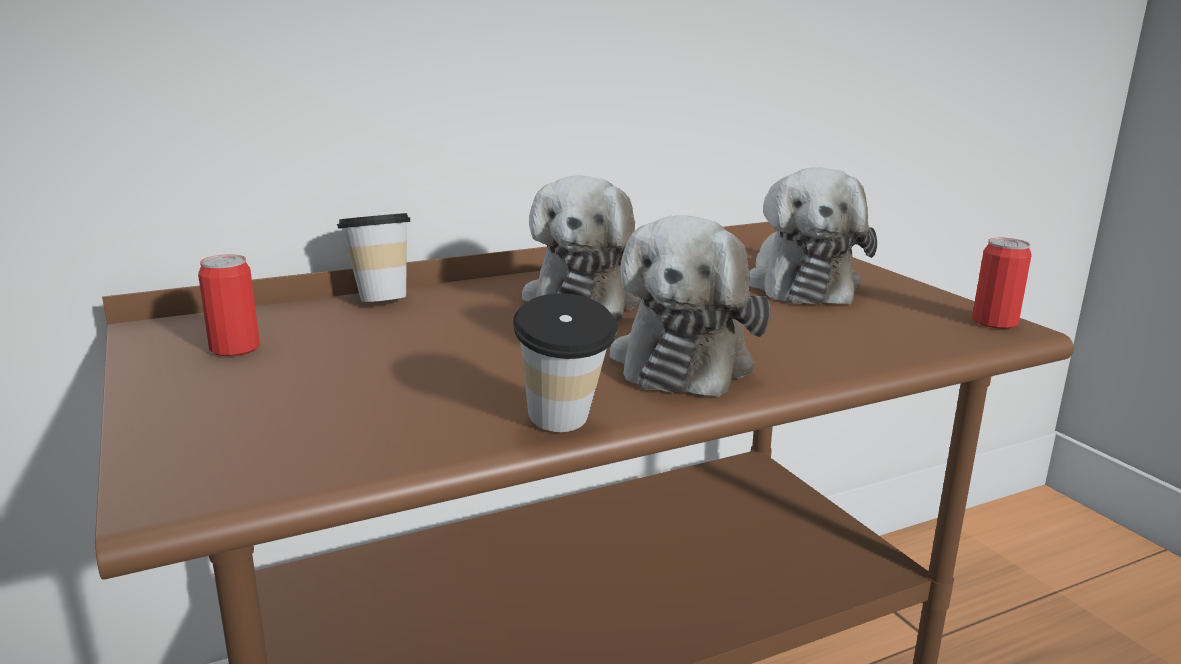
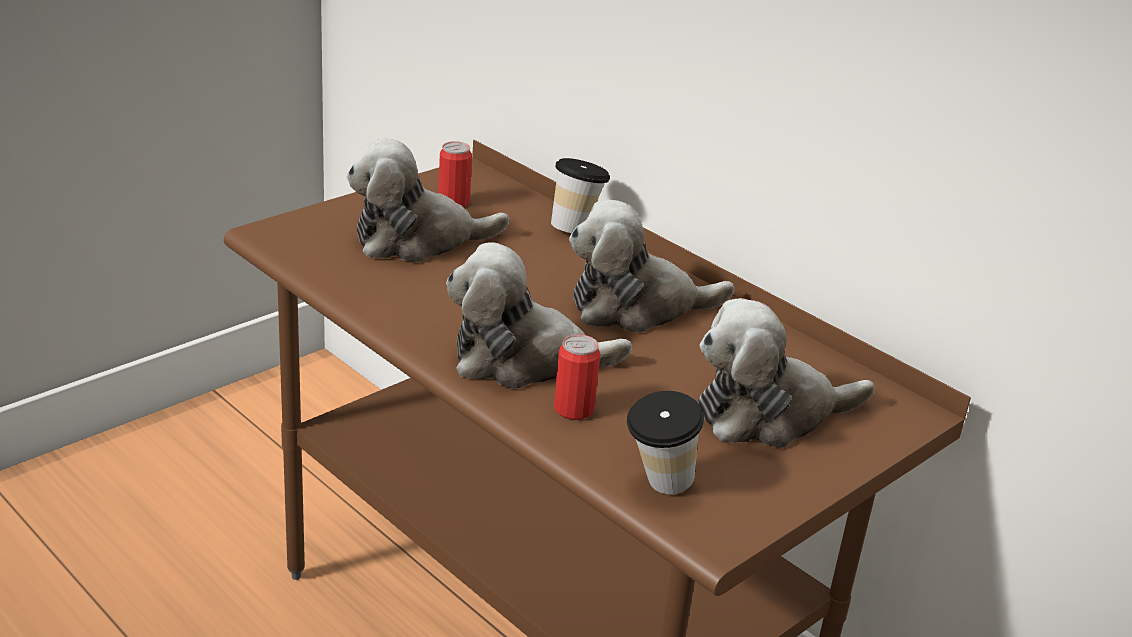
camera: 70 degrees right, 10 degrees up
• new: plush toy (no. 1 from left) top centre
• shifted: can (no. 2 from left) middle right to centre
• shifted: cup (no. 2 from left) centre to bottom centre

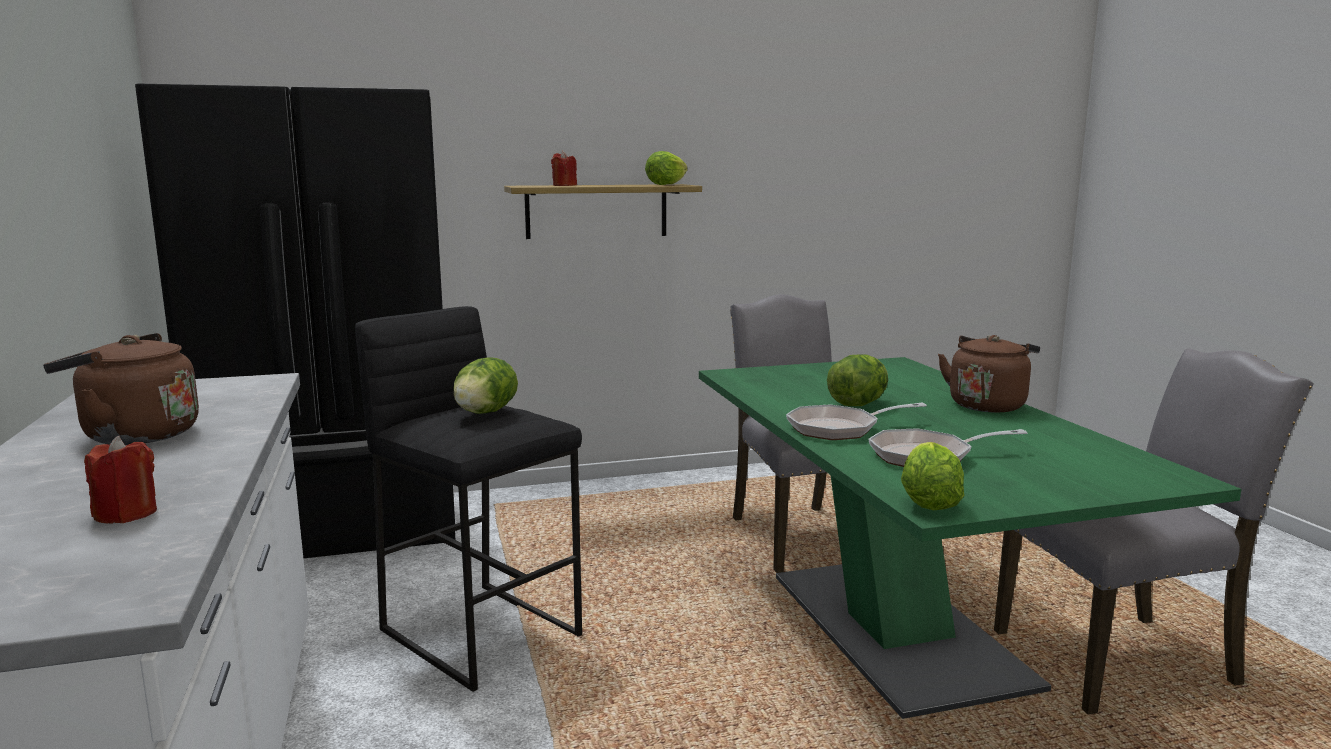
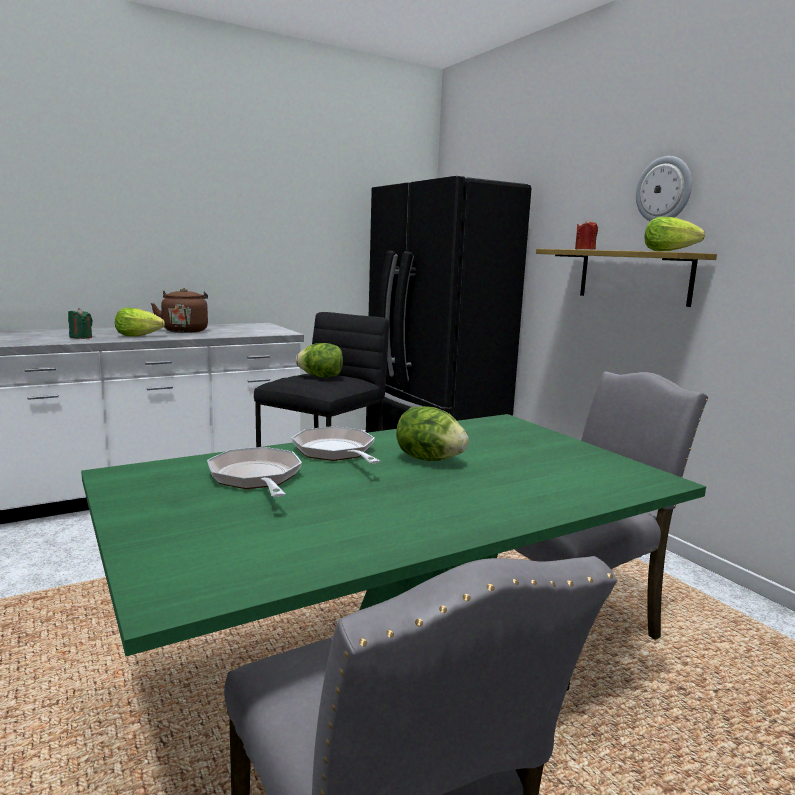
camera: 75 degrees right, 0 degrees up
• repainted: candle in red (no. 1 from left) middle left to candle in green middle left
• shifted: lettuce (no. 4 from left in the first image) middle right to lettuce (no. 1 from left) middle left
• new: wall clock top right
• gone: kettle in brown (no. 2 from left) middle right

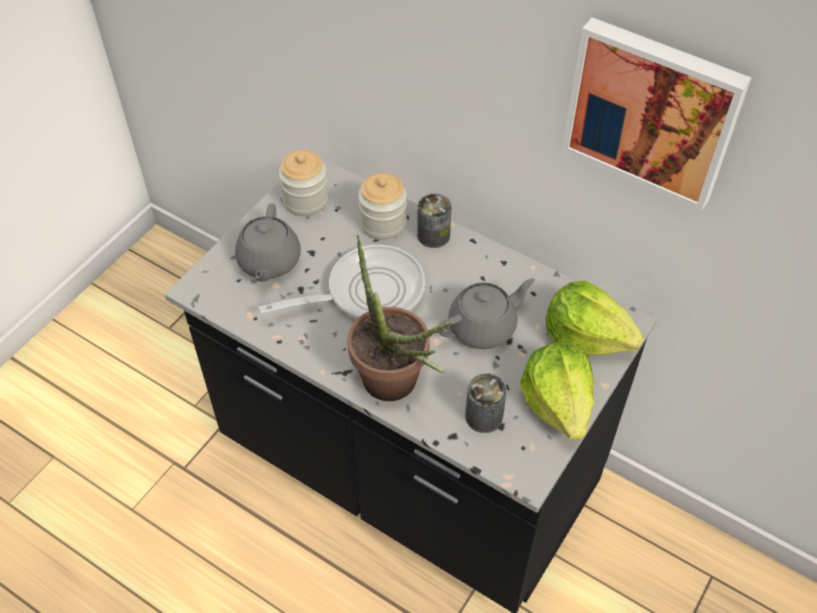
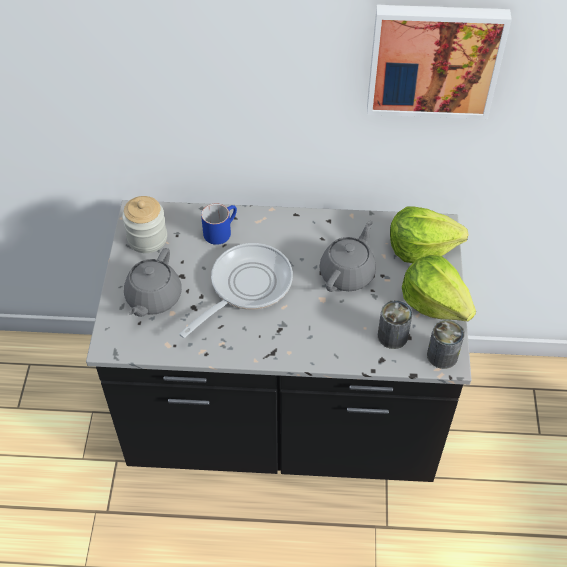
camera: 30 degrees left, 0 degrees up
• rotated: teapot in grey (no. 1 from left) middle left = middle left 45 degrees clockwise
• swapped: jar (no. 2 from left) centre to mug in blue centre
• shifted: can (no. 1 from left in the first image) centre to can (no. 2 from left) middle right
• gone: potted plant centre

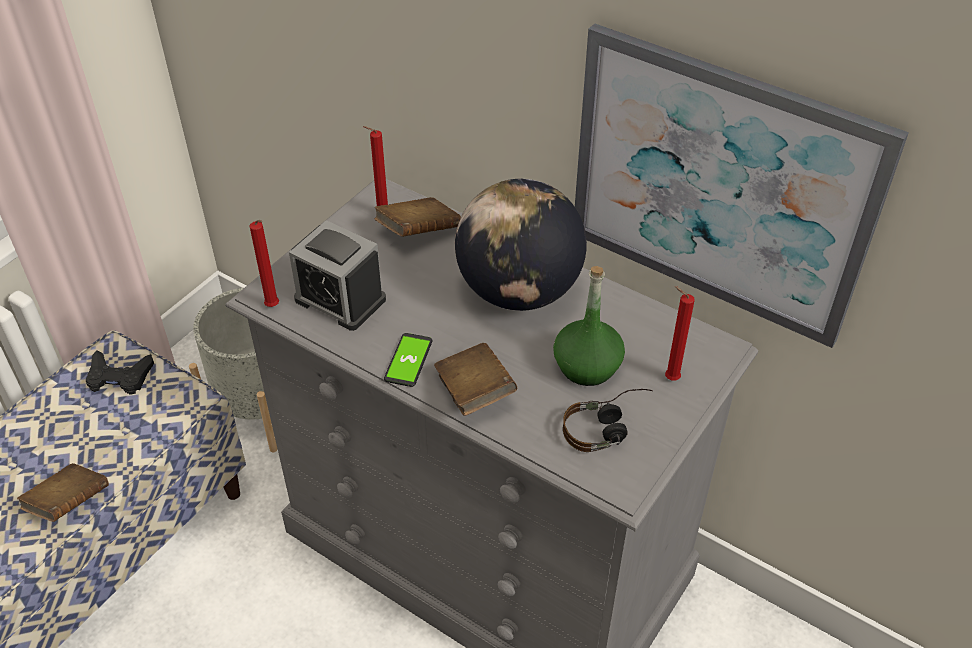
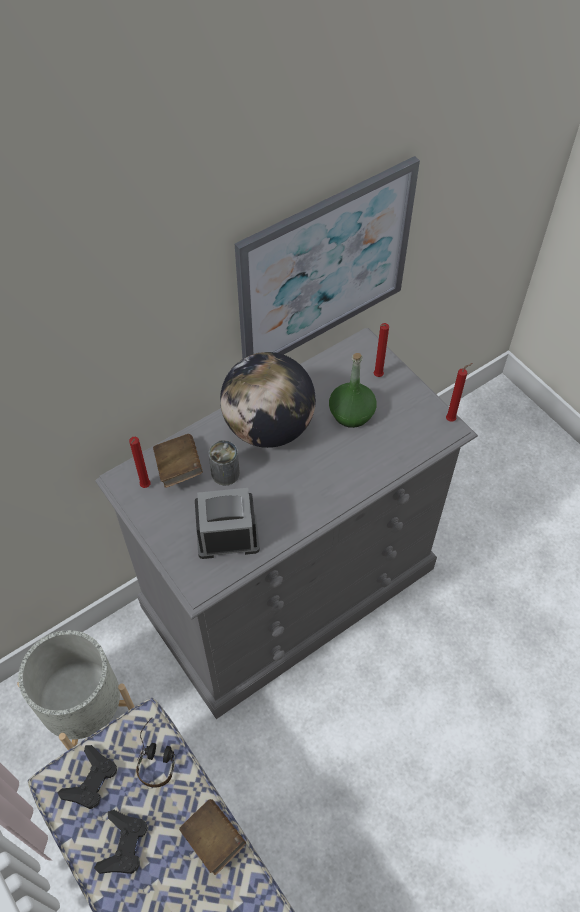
camera: 70 degrees left, 10 degrees up
• new: game controller in black (no. 2 from left) bottom left
• shifted: headphones centre to bottom left
• rotated: alarm clock centre = centre 150 degrees counterclockwise
• new: can centre
• shifted: candle in red (no. 1 from left in the first image) middle left to candle in red (no. 3 from left) middle right
• gone: phone centre
• gone: book in brown (no. 3 from left) centre

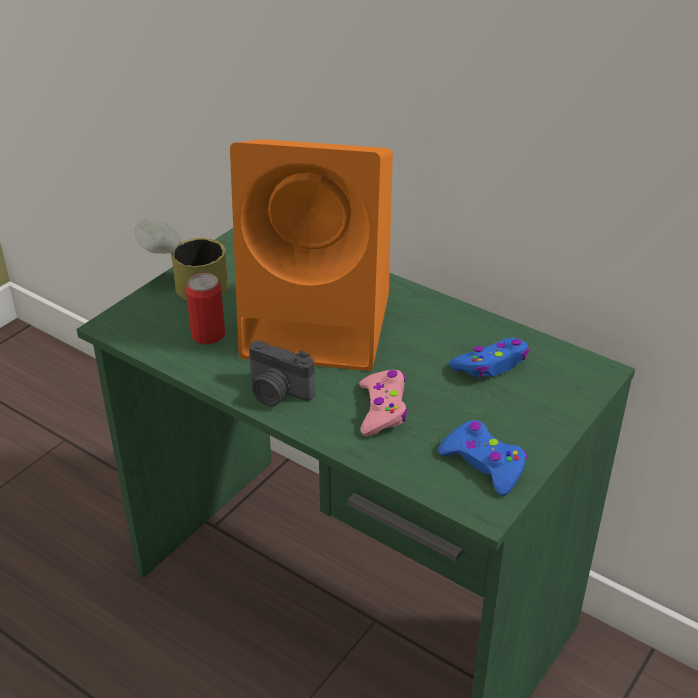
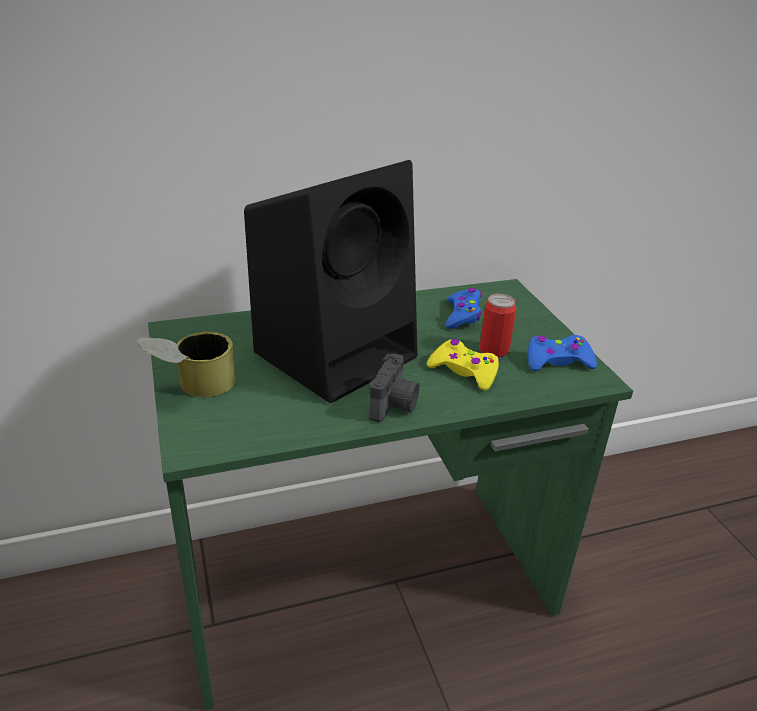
camera: 55 degrees left, 5 degrees down
• repainted: speaker in orange centre to speaker in black centre
• rotated: photo camera centre = centre 45 degrees counterclockwise
• repainted: game controller in pink centre to game controller in yellow centre
• shifted: can (no. 2 from left) middle left to centre

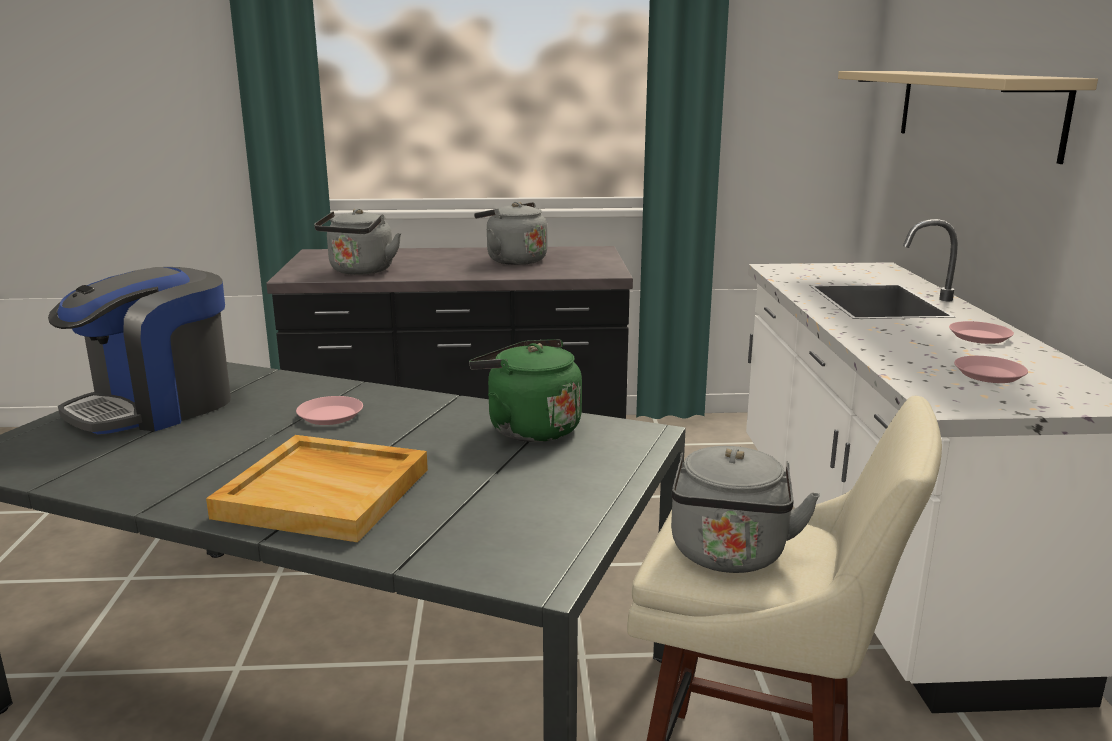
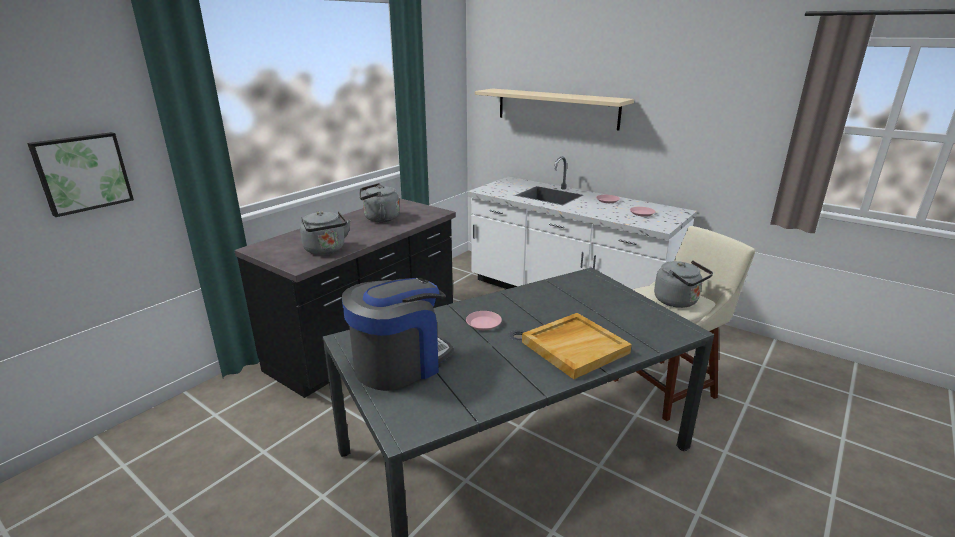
camera: 50 degrees left, 5 degrees up
• new: picture top left
• rotated: coffee machine middle left = centre 120 degrees counterclockwise
• gone: kettle in green centre

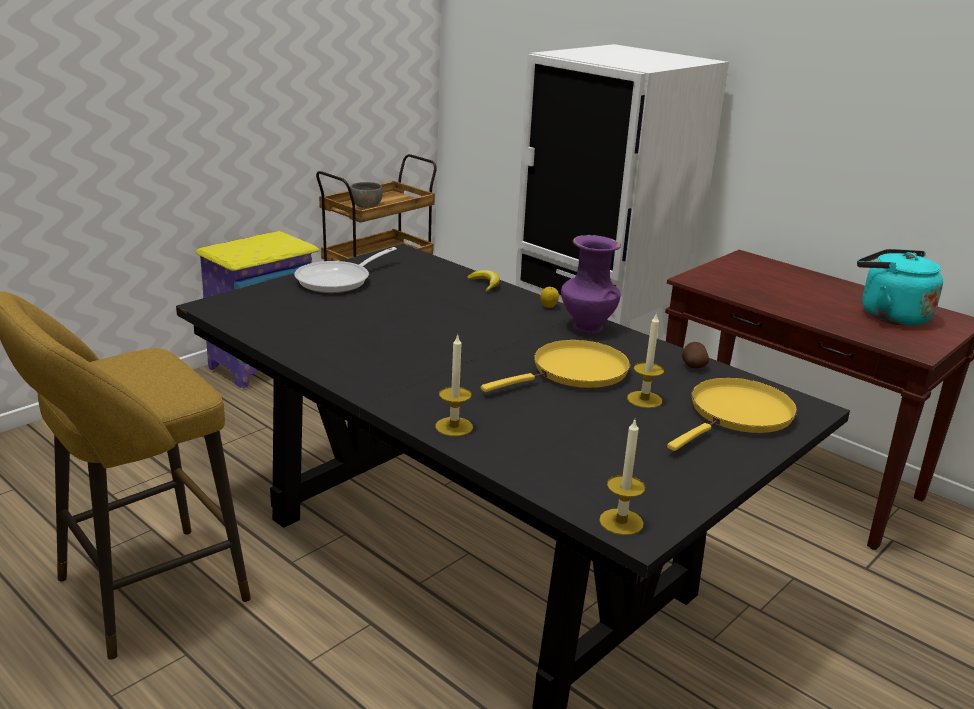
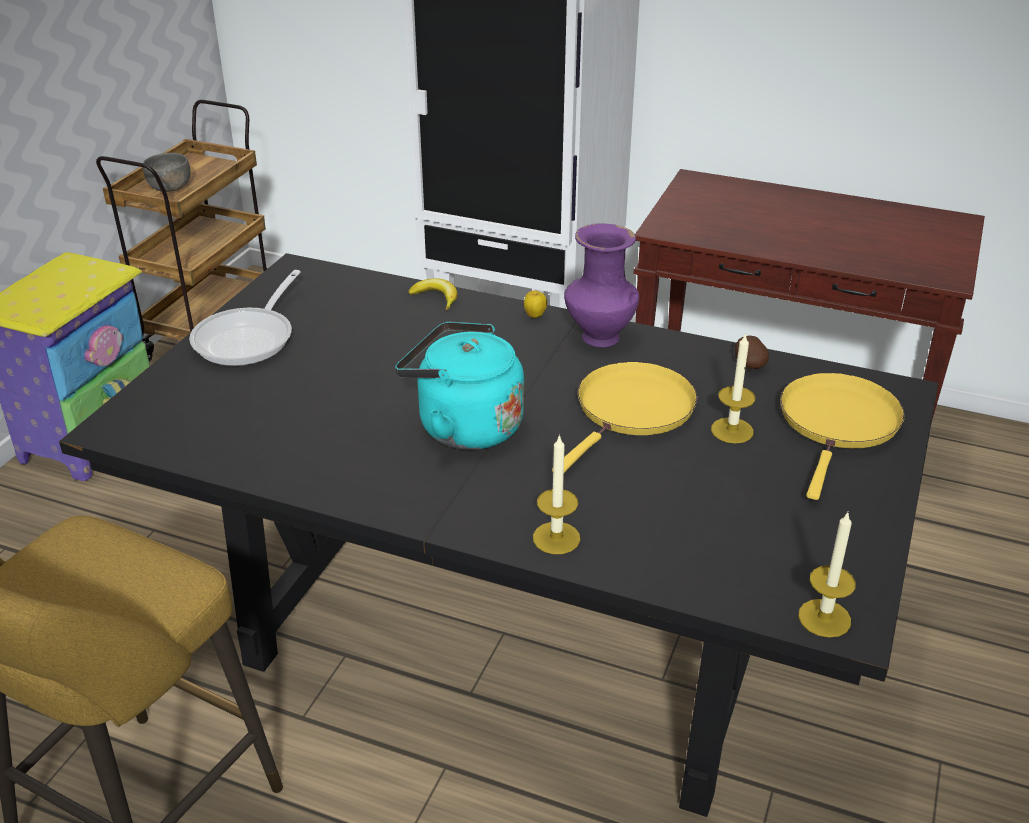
camera: 20 degrees left, 10 degrees up
• shifted: kettle in turquoise middle right to centre

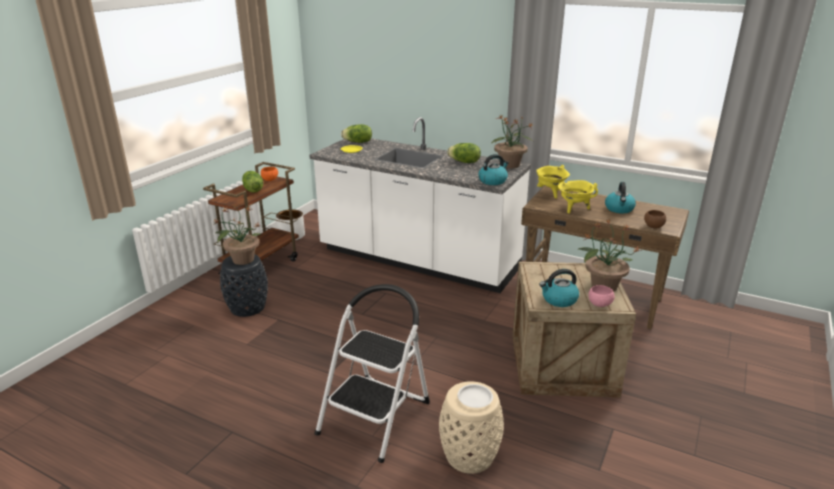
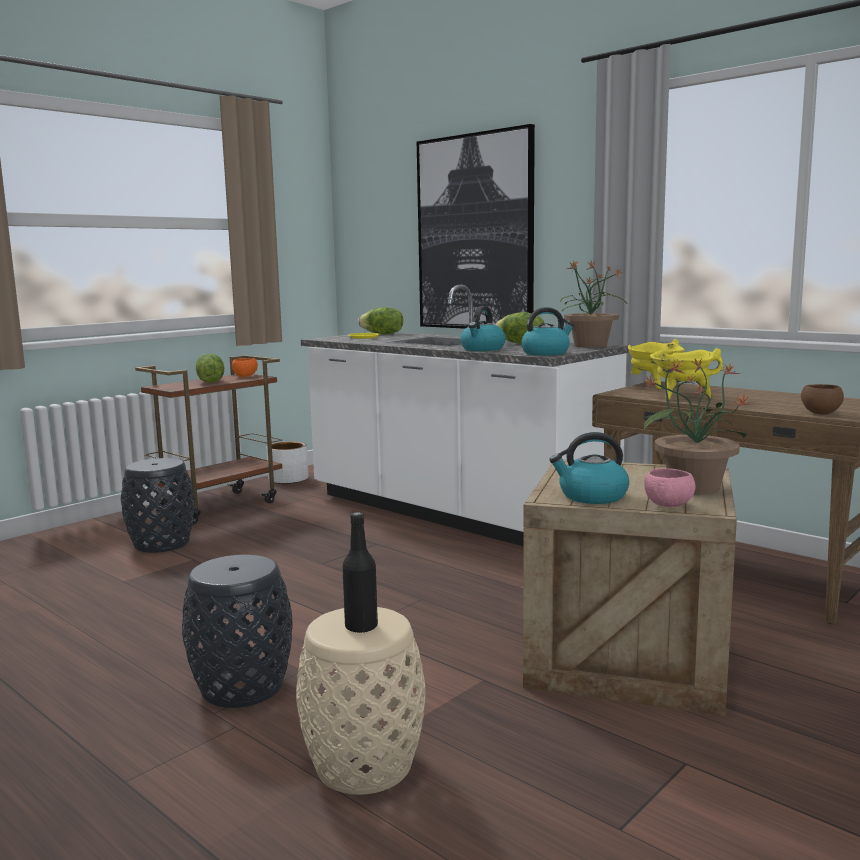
camera: 15 degrees right, 15 degrees down
• swapped: step ladder bottom centre to stool in black (no. 2 from left) bottom left
• swapped: plate in white bottom centre to bottle in black centre
• new: picture top centre
• shifted: kettle (no. 3 from left in the first image) middle right to kettle (no. 1 from left) centre
• gone: potted plant (no. 1 from left) middle left

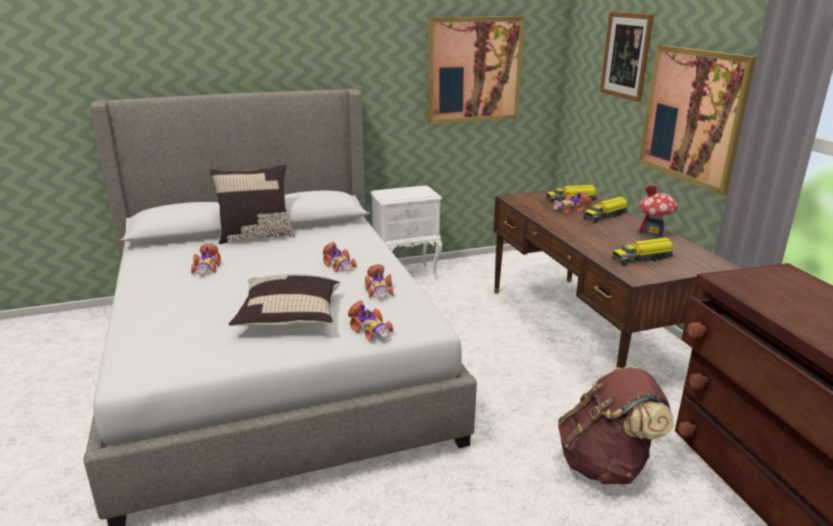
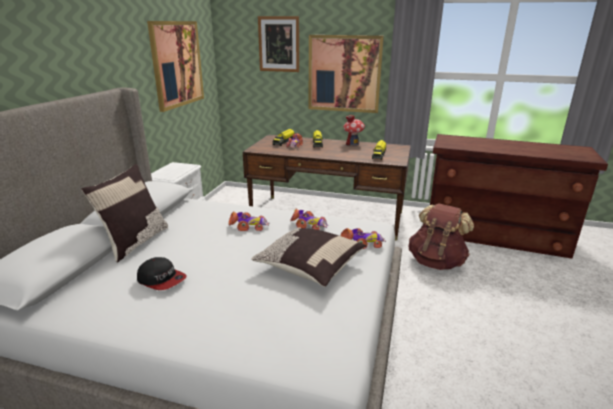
camera: 55 degrees left, 0 degrees up
• swapped: toy car (no. 1 from left) middle left to cap bottom left

